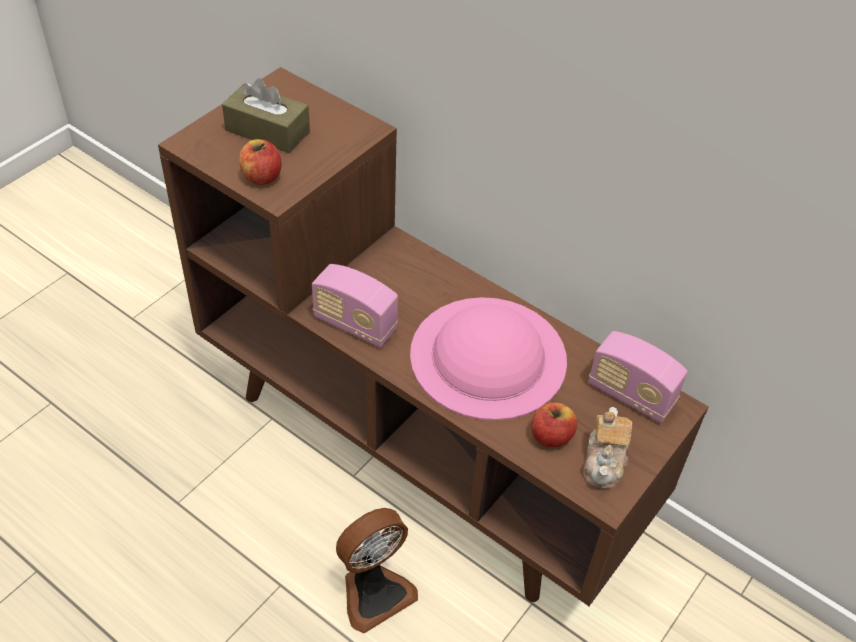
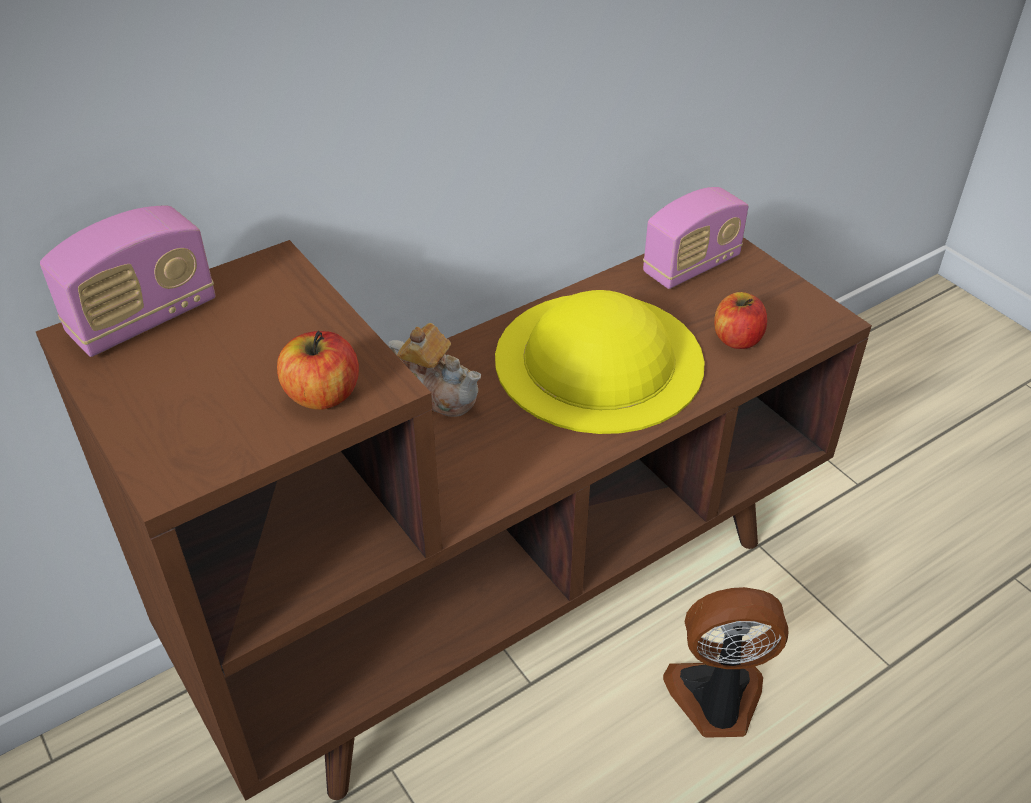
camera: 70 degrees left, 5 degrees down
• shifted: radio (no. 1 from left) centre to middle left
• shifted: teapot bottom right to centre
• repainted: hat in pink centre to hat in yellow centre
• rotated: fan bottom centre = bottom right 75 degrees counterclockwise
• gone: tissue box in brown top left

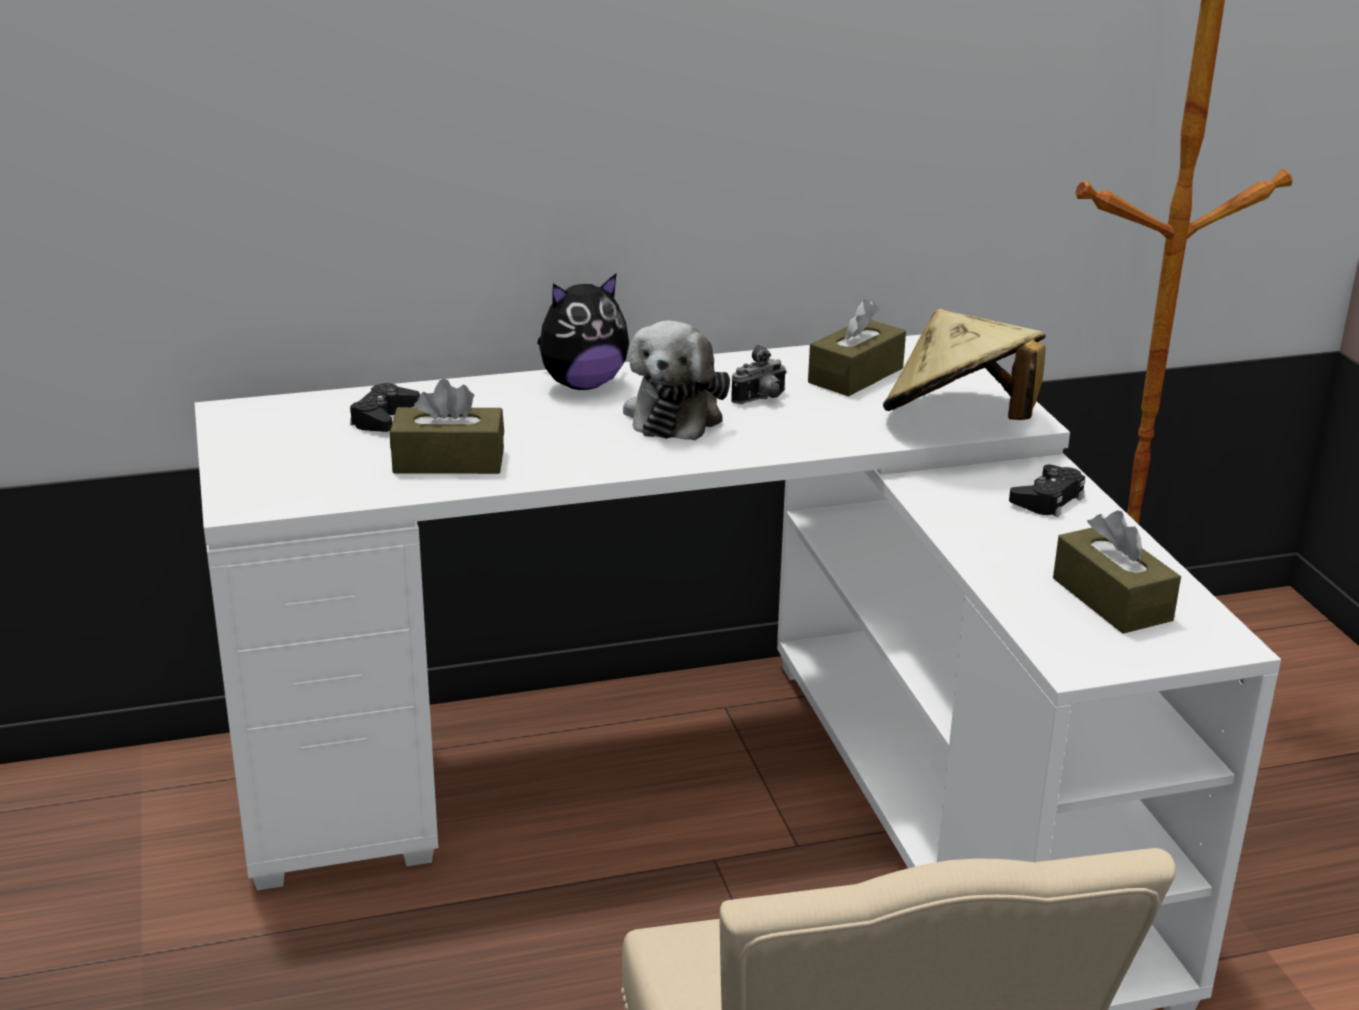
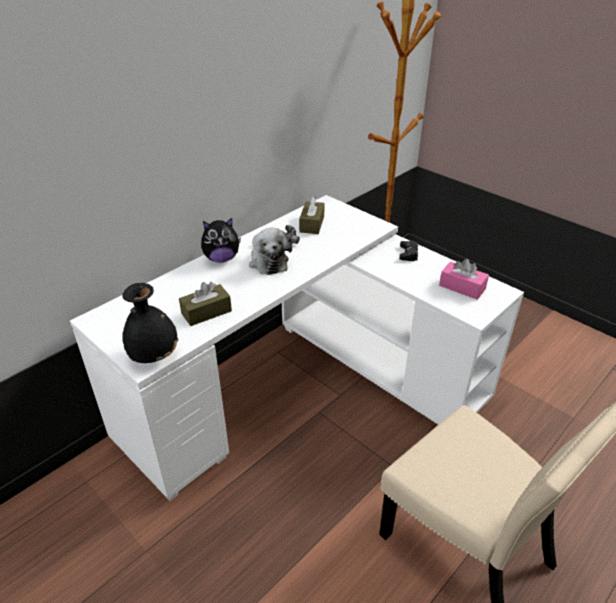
camera: 30 degrees left, 10 degrees up
• new: vase in black middle left
• rotated: plush toy (no. 1 from left) top centre = centre 45 degrees clockwise
• repainted: tissue box in brown (no. 3 from left) middle right to tissue box in pink middle right
• gone: game controller in black (no. 1 from left) middle left
• gone: hat in beige middle right

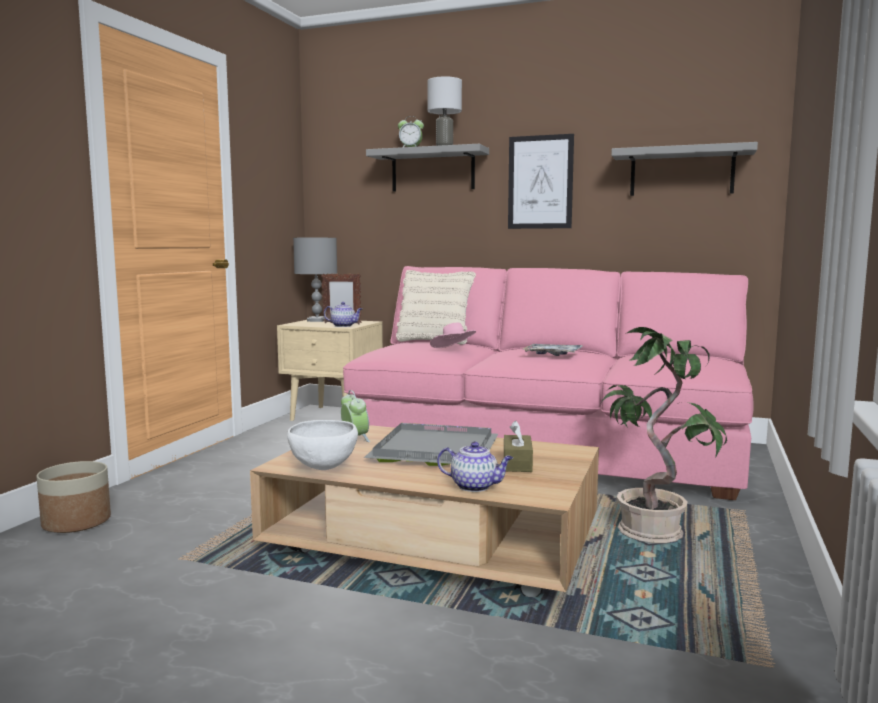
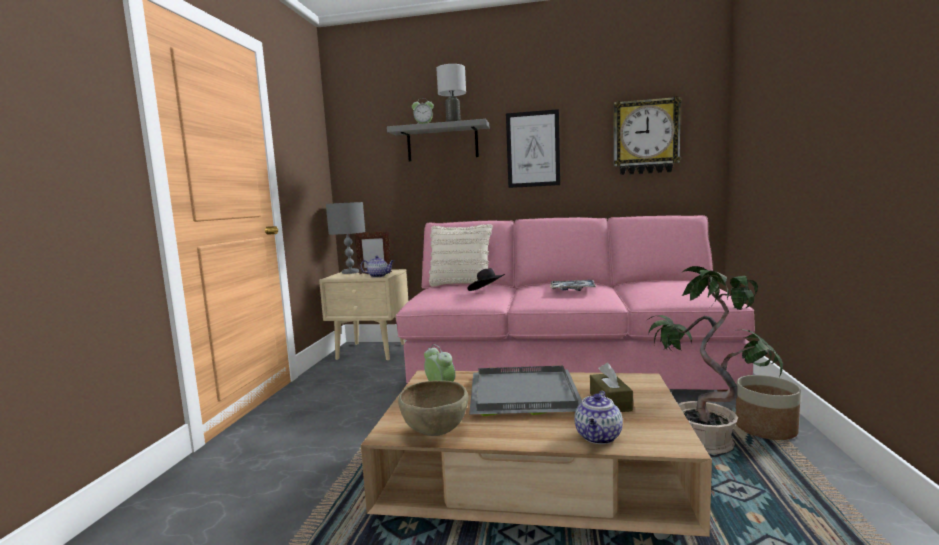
camera: 10 degrees left, 0 degrees up
• repainted: bowl in white centre to bowl in brown bottom centre
• repainted: hat in pink centre to hat in black centre
• rotated: teapot (no. 2 from left) centre = bottom centre 105 degrees clockwise
• swapped: shelf in grey (no. 2 from left) top right to wall clock top right
• shifted: planter bottom left to bottom right

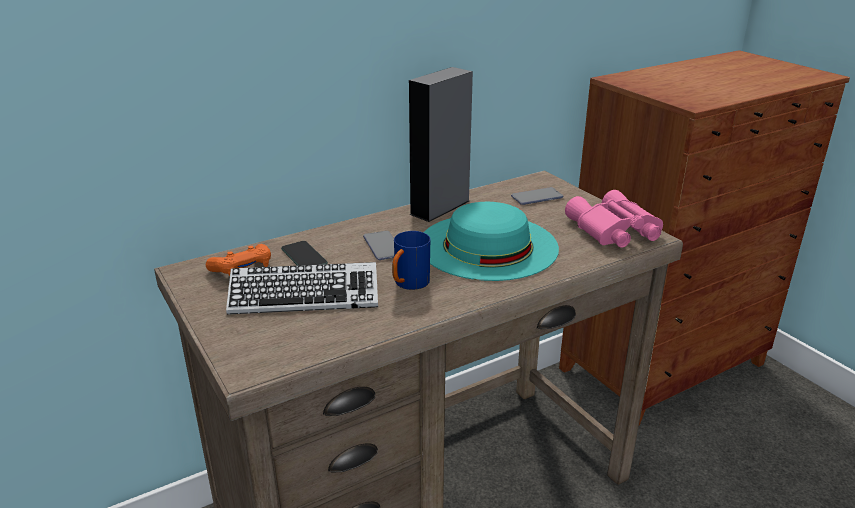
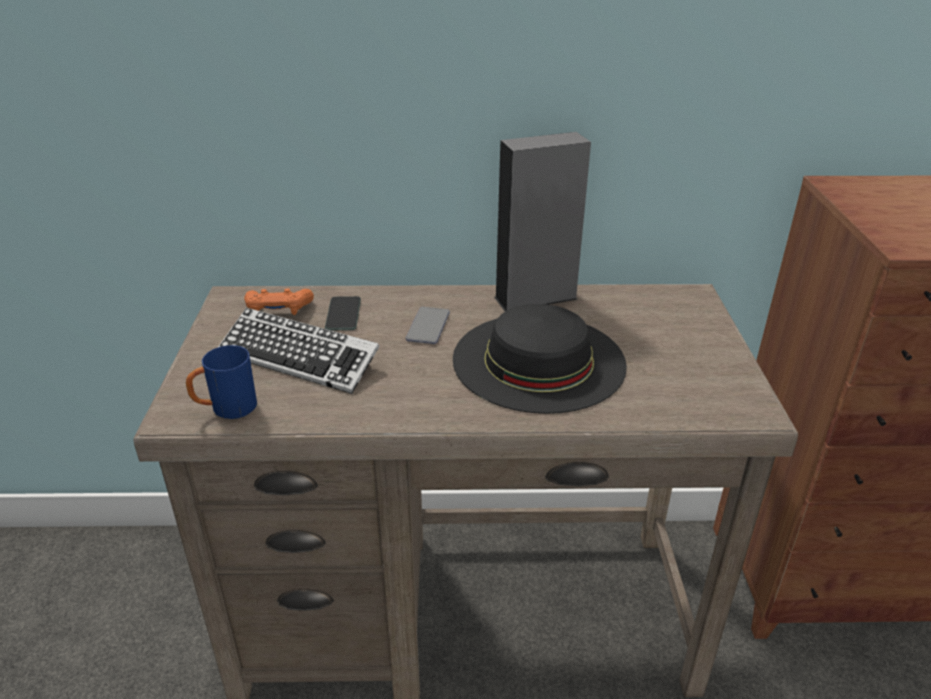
camera: 30 degrees right, 5 degrees up
• shifted: mug in blue centre to middle left
• repainted: hat in turquoise centre to hat in black centre
• gone: phone (no. 3 from left) centre
• gone: binoculars in pink middle right

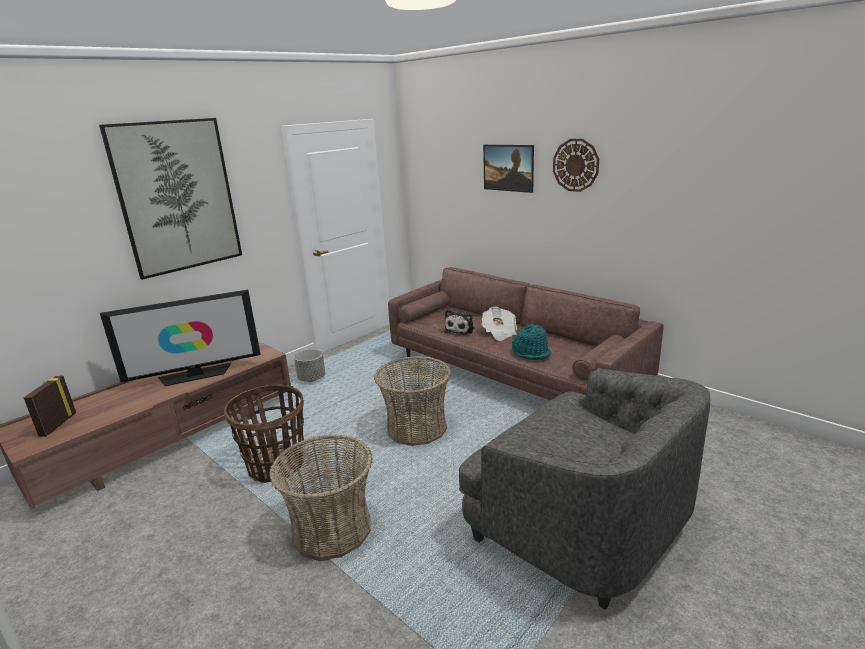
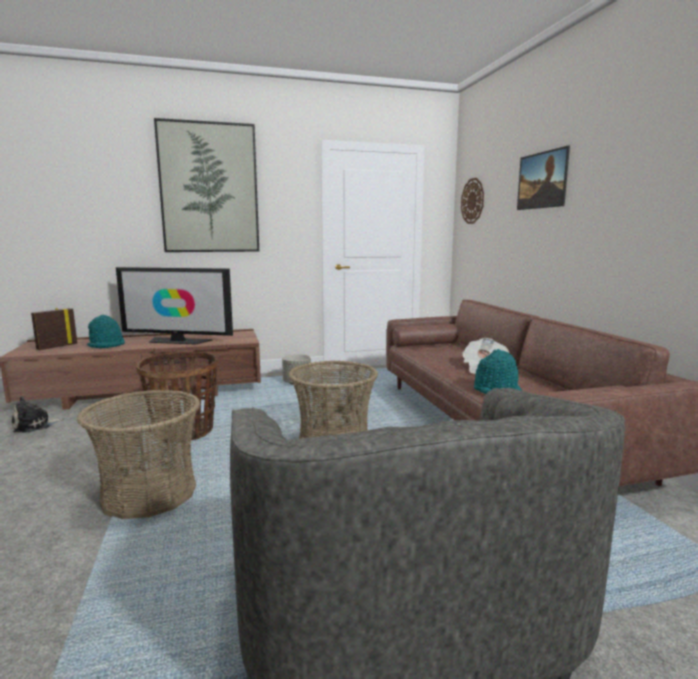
camera: 30 degrees right, 10 degrees down
• shifted: plush toy centre to middle left
• new: hat in turquoise (no. 1 from left) middle left
• shifted: wall clock top centre to top right

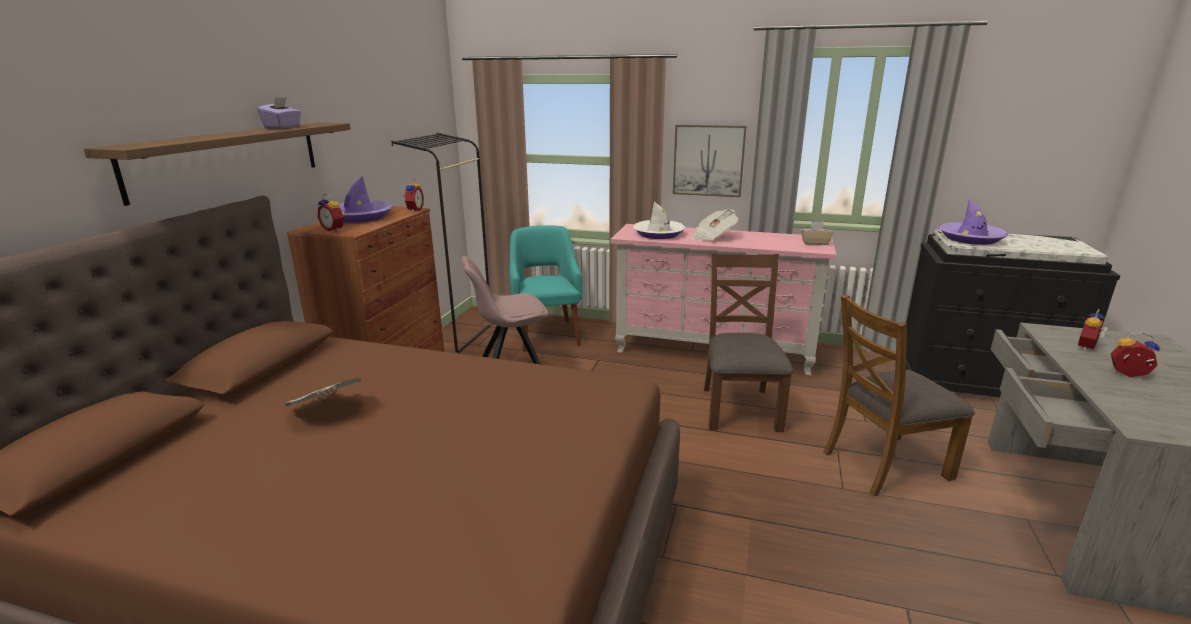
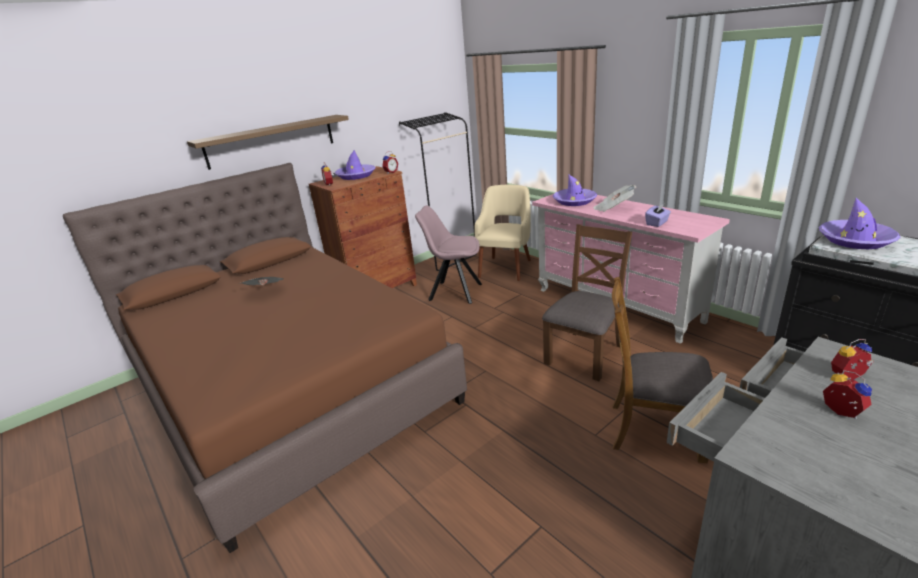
camera: 35 degrees right, 5 degrees up
• repainted: armchair in turquoise centre to armchair in beige centre
• repainted: hat in white centre to hat in purple (no. 2 from left) top centre
• shifted: tissue box in purple top left to middle right
• gone: picture top centre
• gone: tissue box in beige middle right

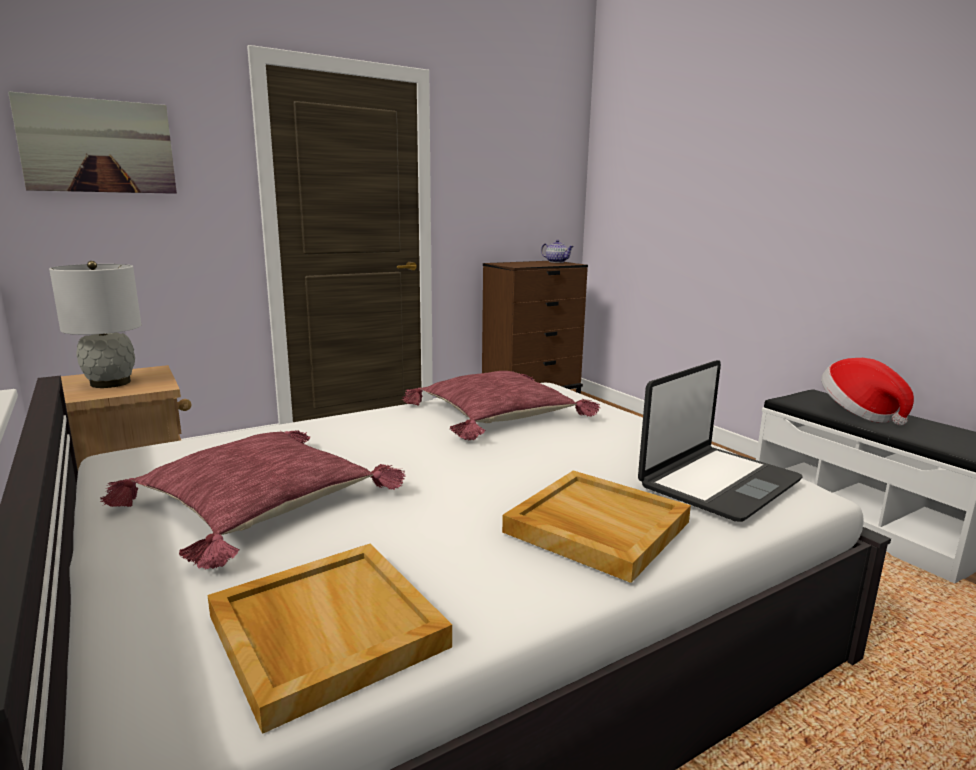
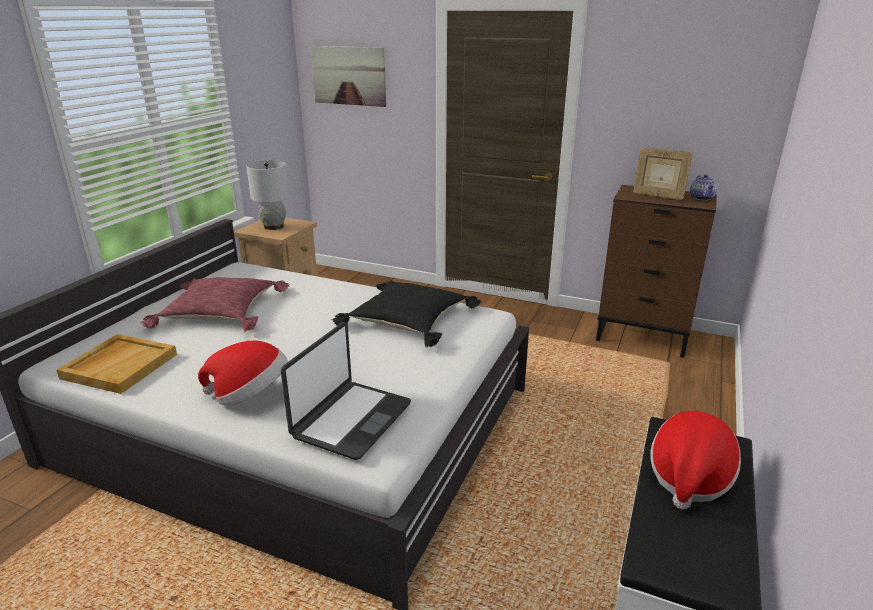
camera: 55 degrees right, 10 degrees up
• swapped: tray in beige (no. 2 from left) bottom centre to hat (no. 1 from left) middle left
• rotated: laptop middle right = centre 75 degrees counterclockwise
• repainted: pillow in red (no. 2 from left) centre to pillow in black centre
• new: picture frame top right

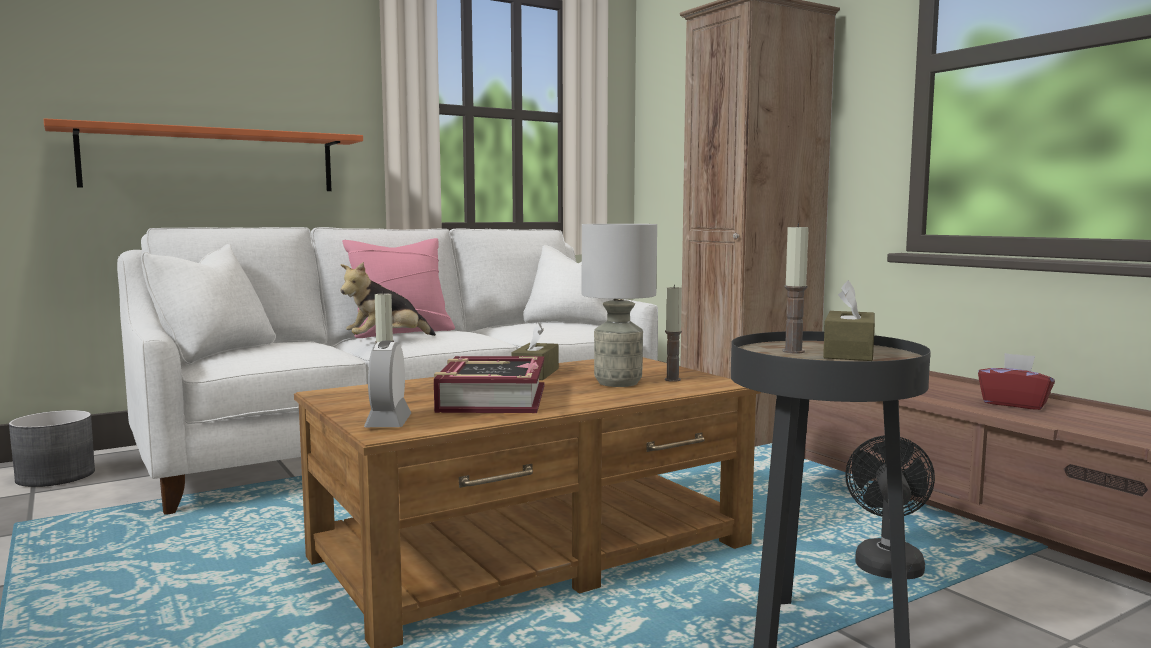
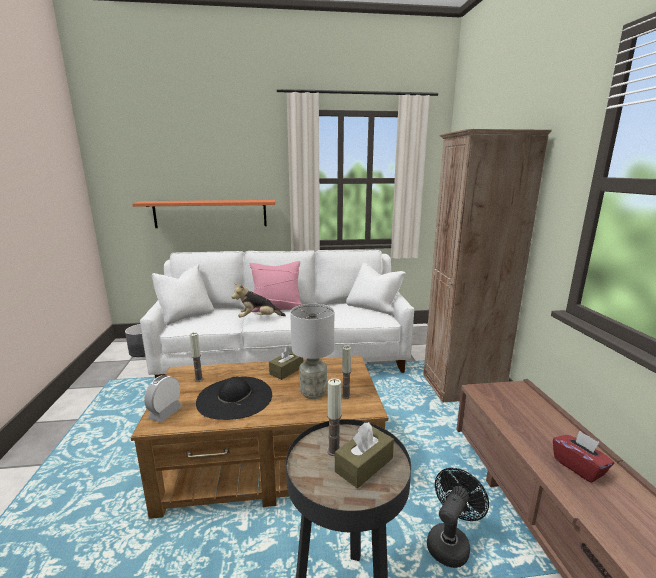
camera: 25 degrees right, 10 degrees up
• swapped: book centre to hat in black bottom centre

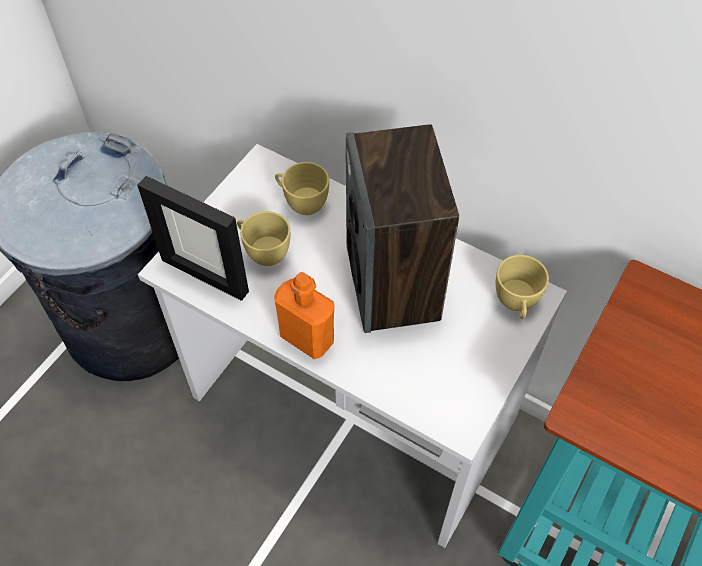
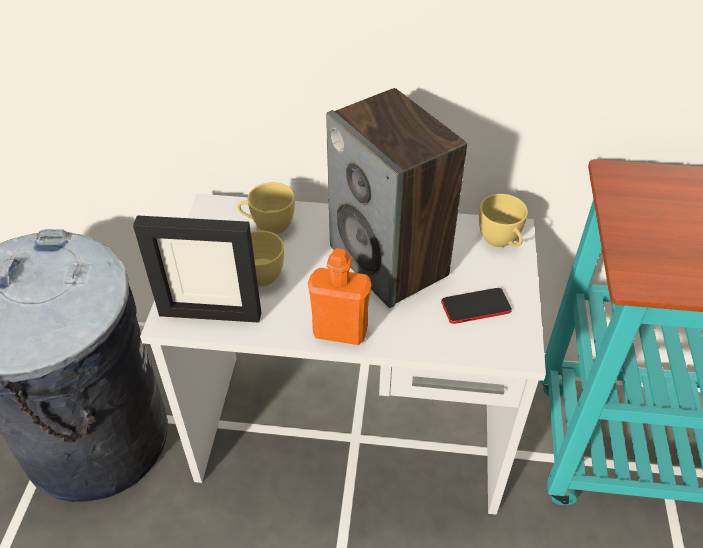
camera: 25 degrees left, 10 degrees down
• new: phone middle right

